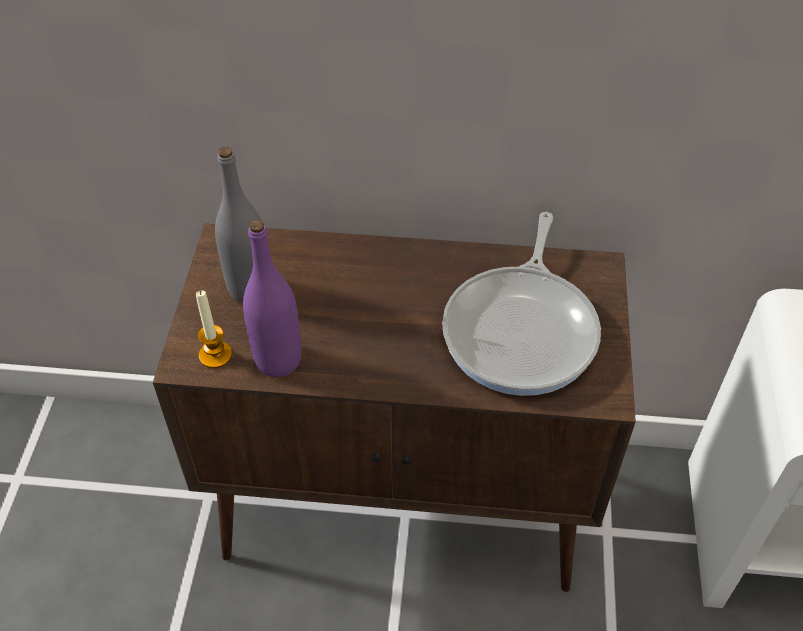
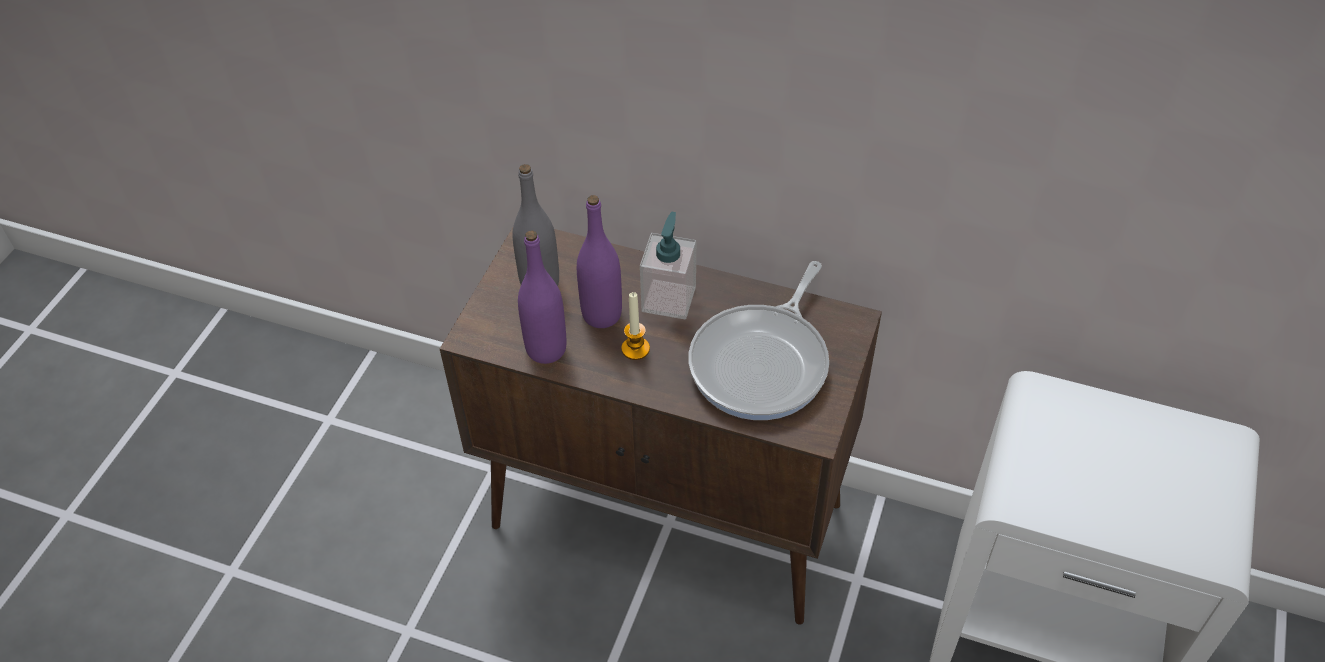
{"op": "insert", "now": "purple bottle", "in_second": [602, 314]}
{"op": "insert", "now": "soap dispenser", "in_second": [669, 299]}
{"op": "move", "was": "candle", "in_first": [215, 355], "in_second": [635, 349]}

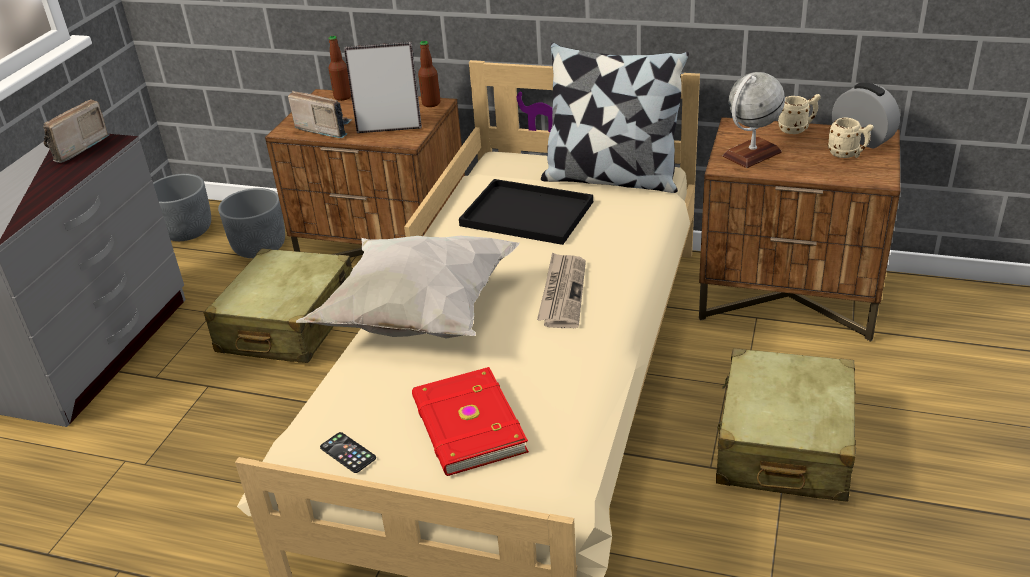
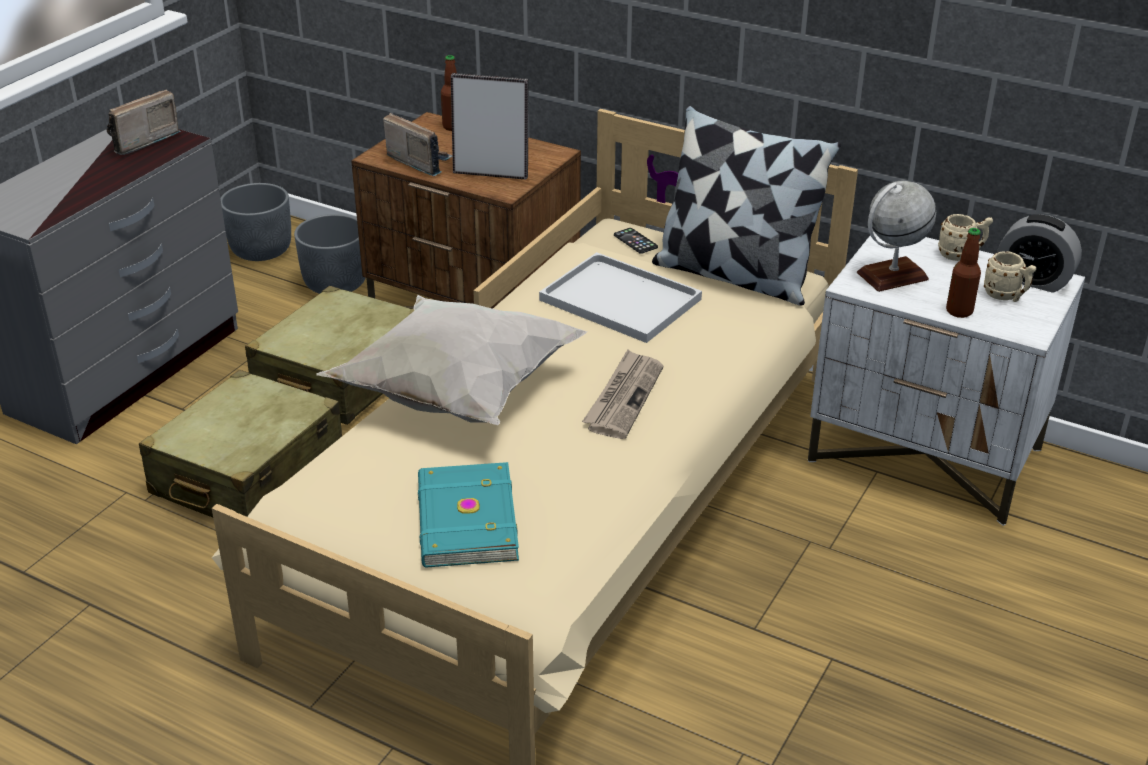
{"op": "move", "was": "phone", "in_first": [348, 453], "in_second": [635, 241]}
{"op": "move", "was": "bottle", "in_first": [431, 103], "in_second": [959, 311]}
{"op": "move", "was": "beige suitcase", "in_first": [784, 444], "in_second": [248, 473]}
{"op": "recolor", "was": "red book", "now": "turquoise book", "in_first": [466, 426], "in_second": [464, 521]}
{"op": "recolor", "was": "black tray", "now": "white tray", "in_first": [529, 213], "in_second": [623, 300]}
{"op": "recolor", "was": "brown nightstand", "now": "white nightstand", "in_first": [789, 297], "in_second": [926, 455]}
{"op": "rotate", "was": "alarm clock", "in_first": [862, 139], "in_second": [1033, 280], "clockwise": 150}

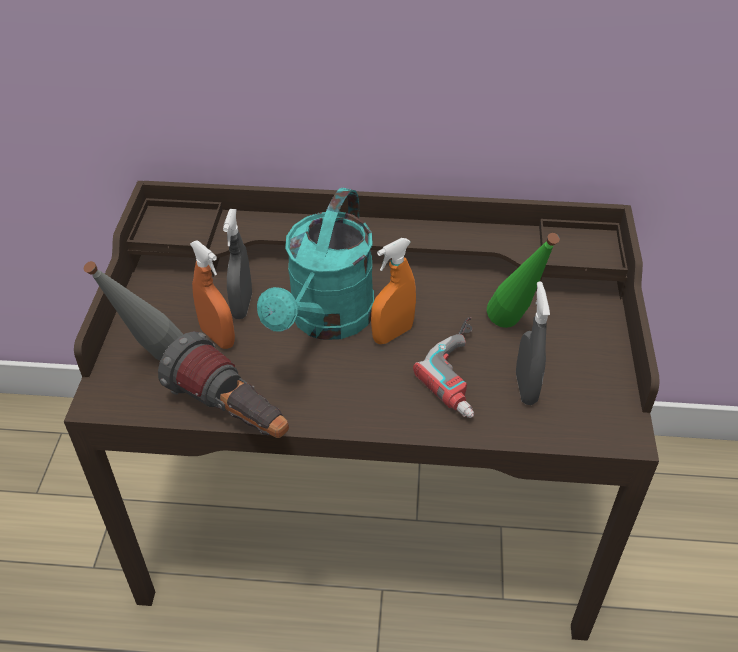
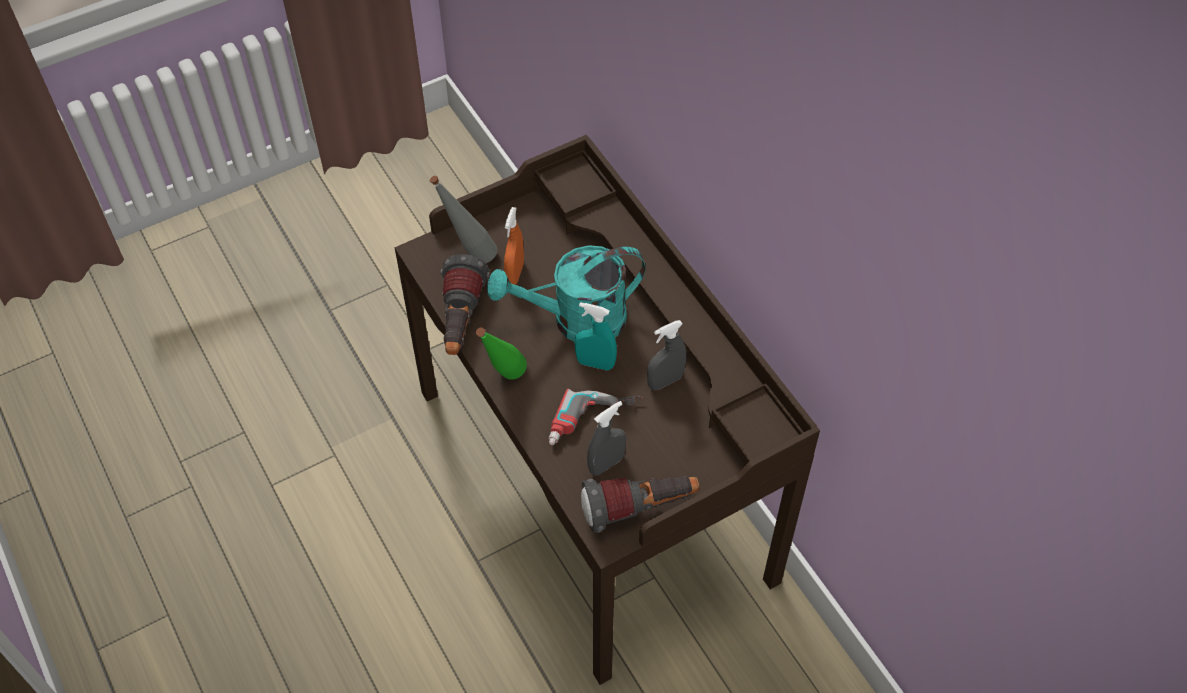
{"op": "insert", "now": "flashlight", "in_second": [639, 509]}
{"op": "move", "was": "grey spray bottle", "in_first": [242, 306], "in_second": [665, 381]}
{"op": "move", "was": "green bottle", "in_first": [513, 330], "in_second": [503, 381]}
{"op": "recolor", "was": "orange spray bottle", "now": "turquoise spray bottle", "in_first": [392, 334], "in_second": [595, 363]}

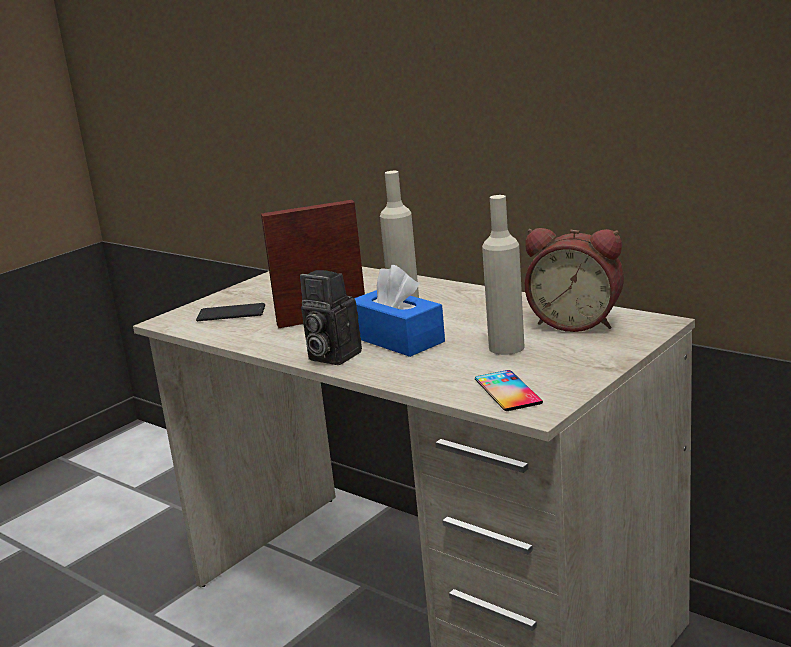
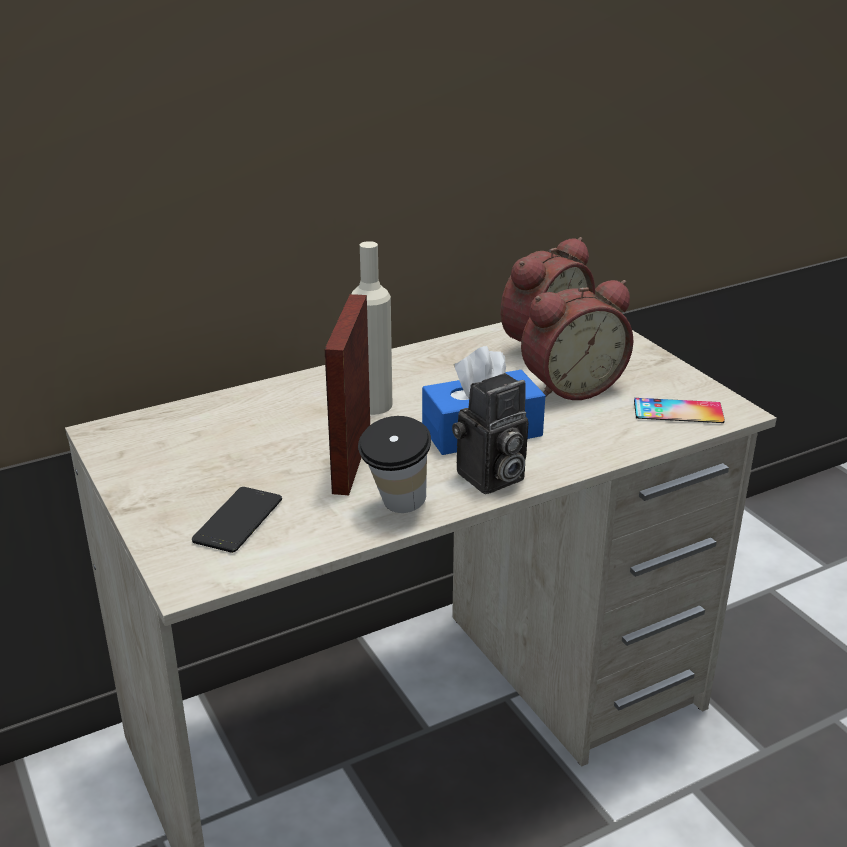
{"op": "insert", "now": "cup", "in_second": [396, 509]}
{"op": "replace", "was": "beige bottle", "now": "alarm clock", "in_first": [506, 347], "in_second": [570, 386]}

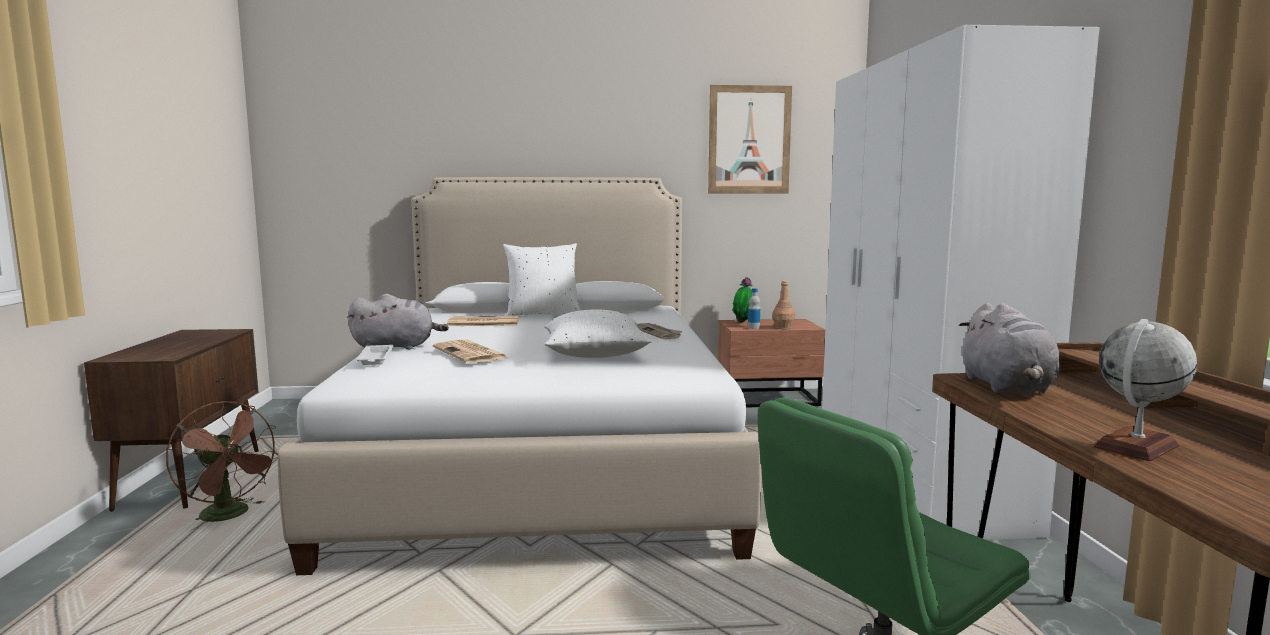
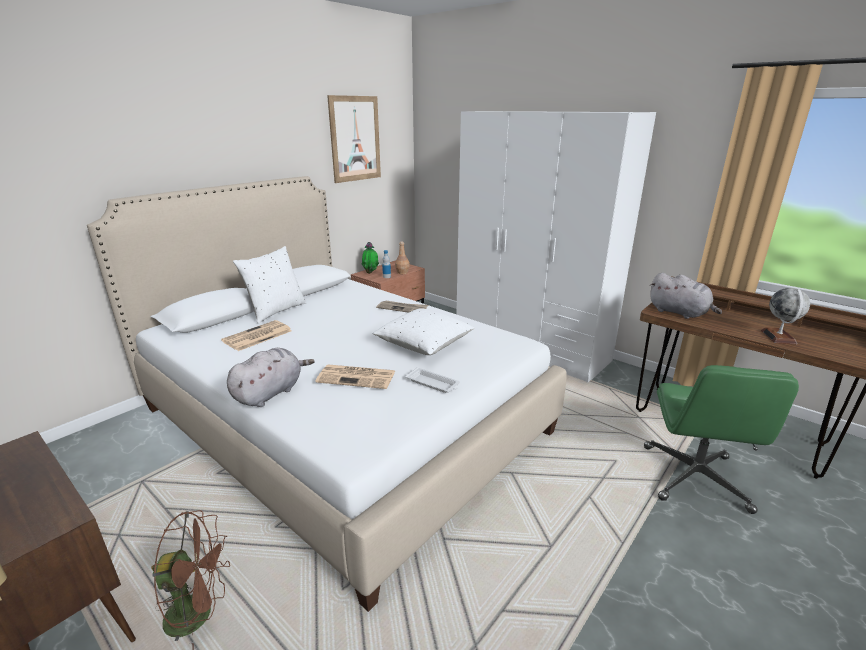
{"op": "move", "was": "white tray", "in_first": [375, 359], "in_second": [433, 384]}

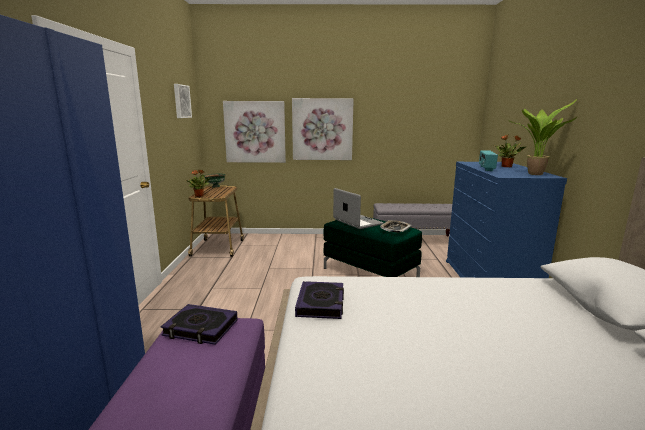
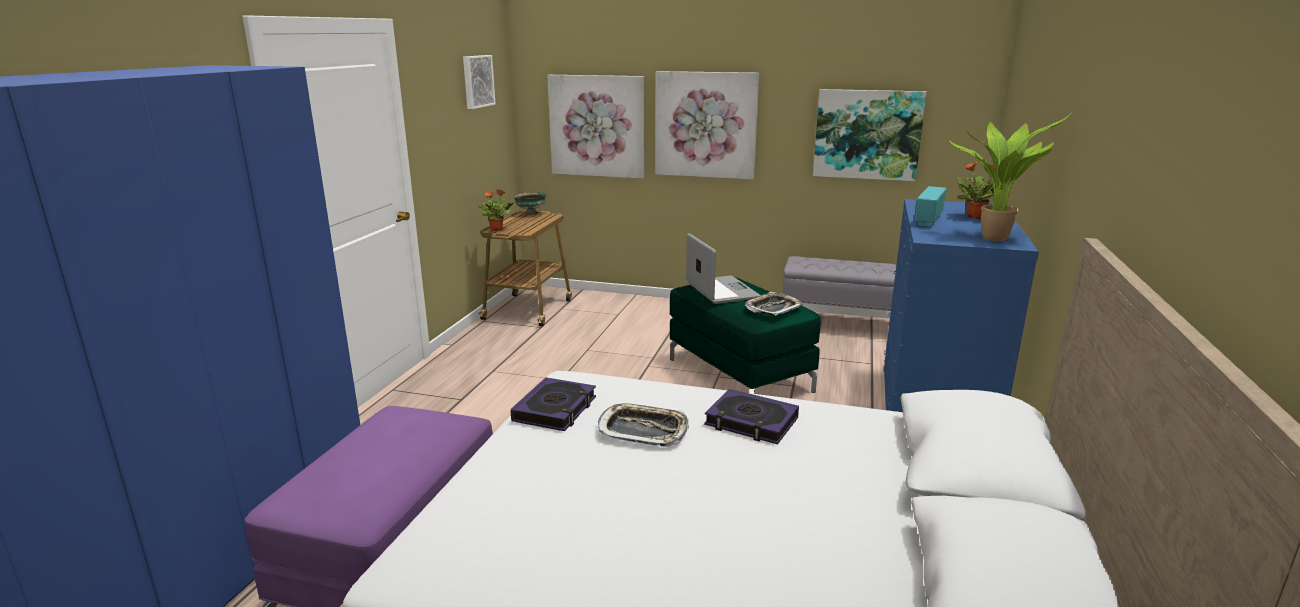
{"op": "insert", "now": "tray", "in_second": [643, 430]}
{"op": "insert", "now": "picture", "in_second": [867, 134]}
{"op": "move", "was": "book", "in_first": [200, 328], "in_second": [751, 422]}

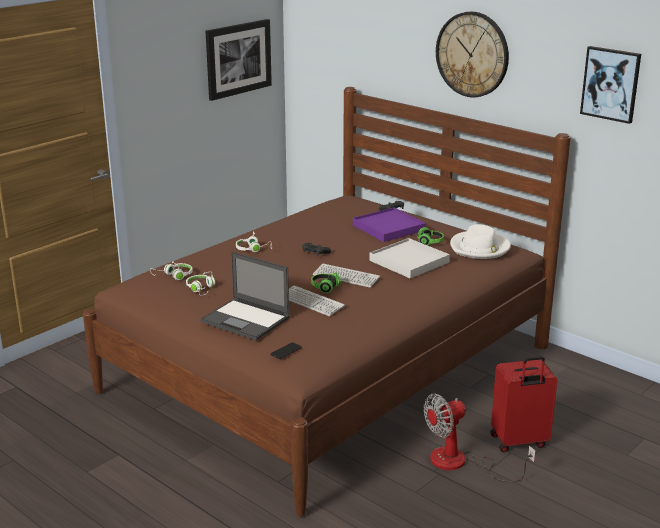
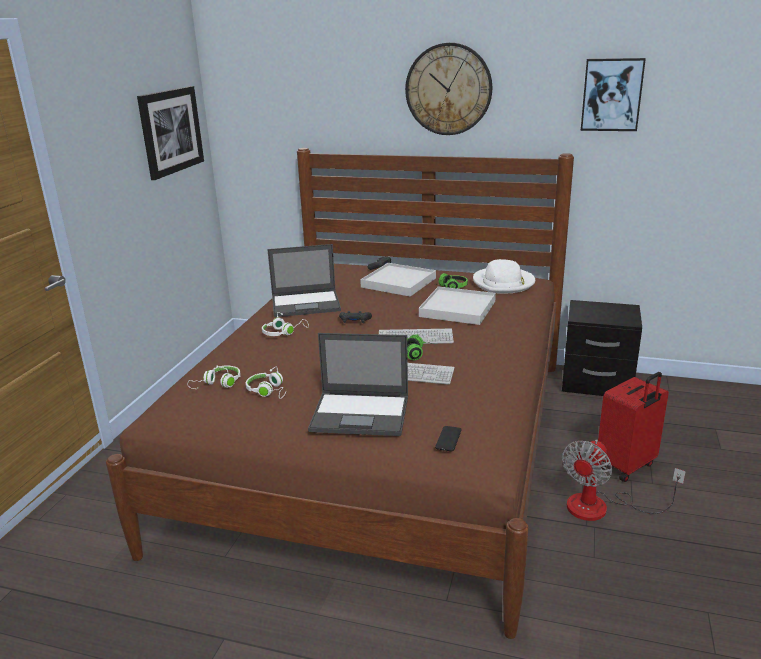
{"op": "insert", "now": "laptop", "in_second": [306, 304]}
{"op": "insert", "now": "black nightstand", "in_second": [596, 384]}
{"op": "recolor", "was": "purple tray", "now": "white tray", "in_first": [388, 228], "in_second": [398, 283]}

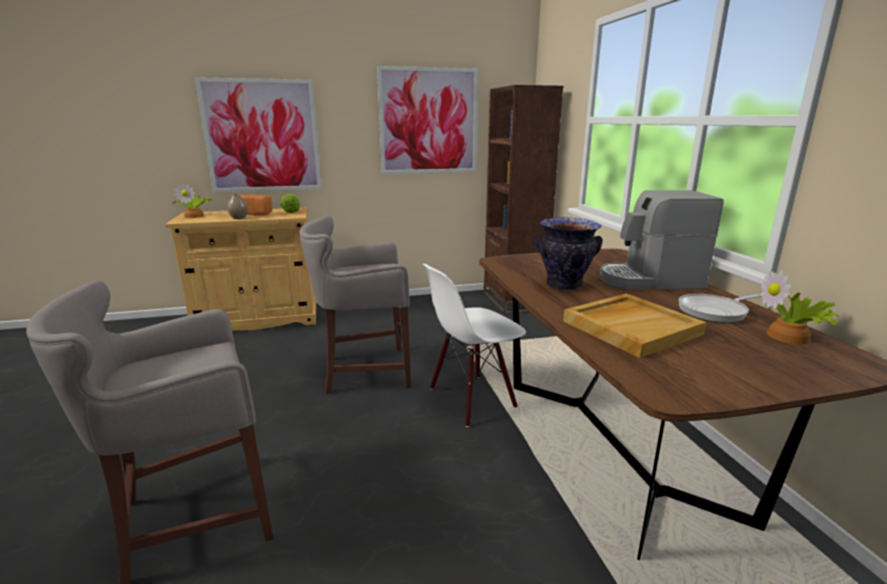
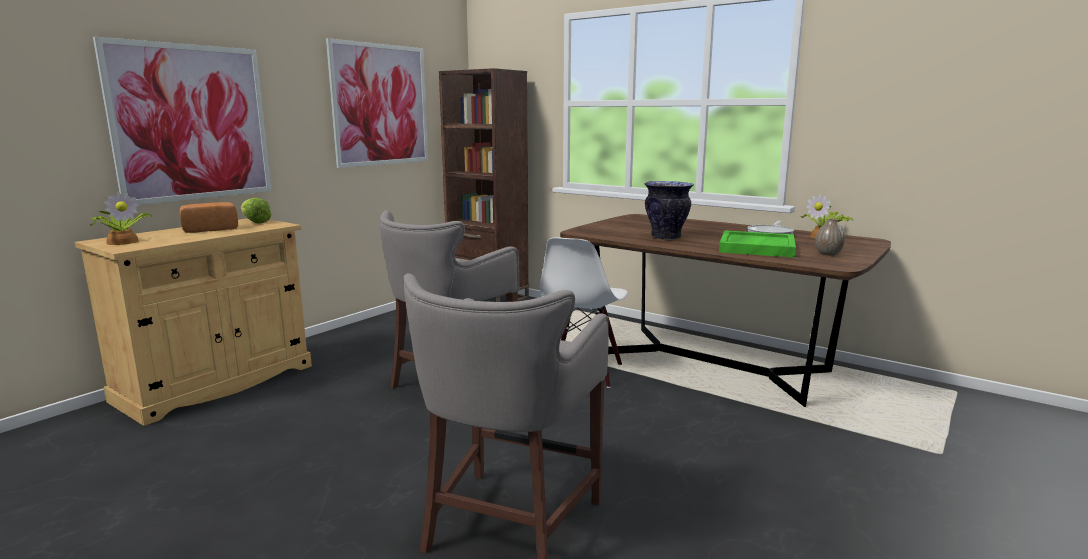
{"op": "delete", "was": "coffee machine", "in_first": [649, 280]}
{"op": "move", "was": "vase", "in_first": [239, 218], "in_second": [828, 254]}
{"op": "recolor", "was": "beige tray", "now": "green tray", "in_first": [631, 327], "in_second": [756, 247]}

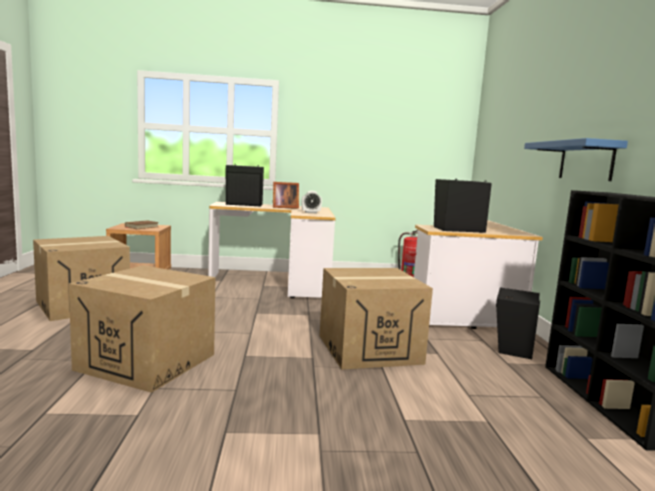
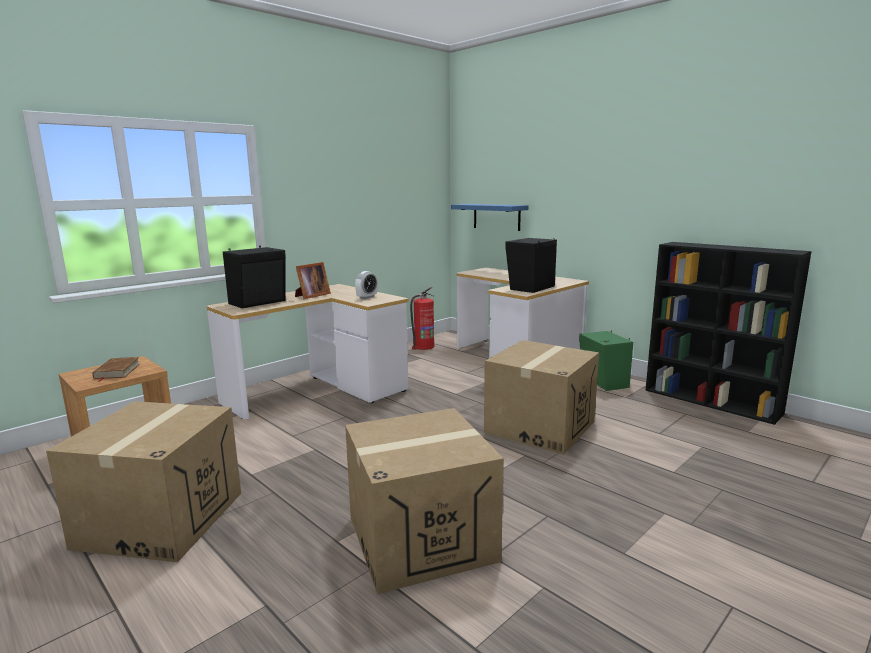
{"op": "move", "was": "blue shelf", "in_first": [586, 161], "in_second": [496, 216]}
{"op": "recolor", "was": "black speaker", "now": "green speaker", "in_first": [512, 347], "in_second": [603, 382]}

